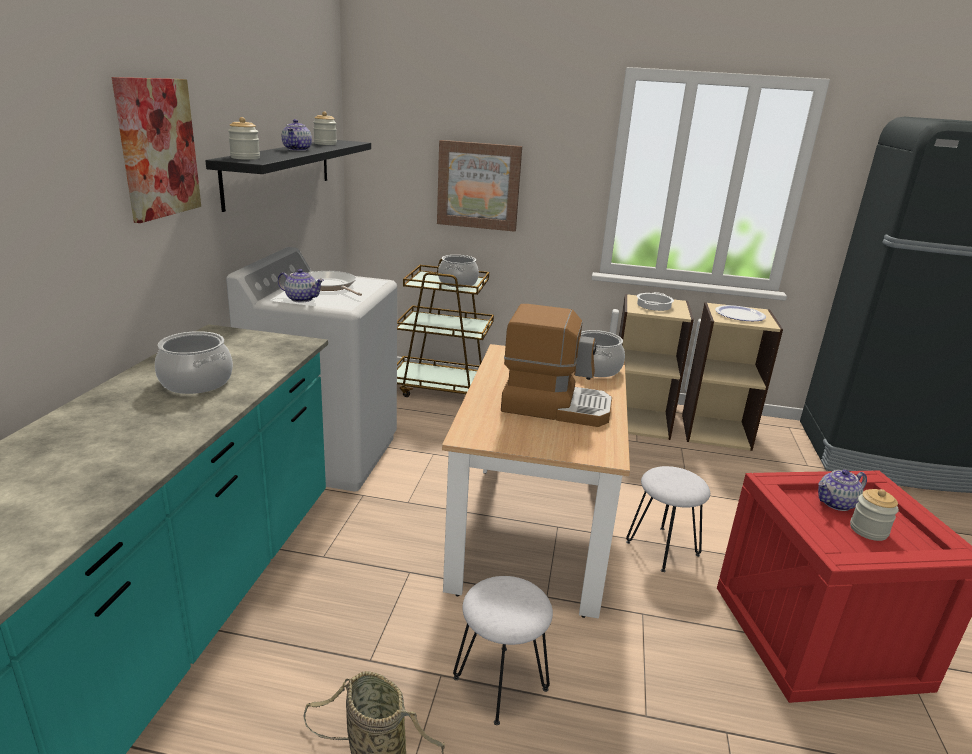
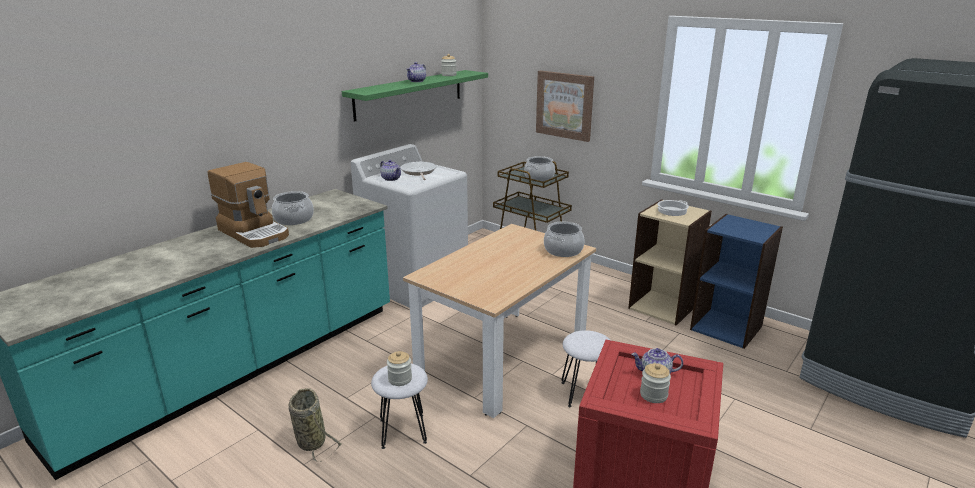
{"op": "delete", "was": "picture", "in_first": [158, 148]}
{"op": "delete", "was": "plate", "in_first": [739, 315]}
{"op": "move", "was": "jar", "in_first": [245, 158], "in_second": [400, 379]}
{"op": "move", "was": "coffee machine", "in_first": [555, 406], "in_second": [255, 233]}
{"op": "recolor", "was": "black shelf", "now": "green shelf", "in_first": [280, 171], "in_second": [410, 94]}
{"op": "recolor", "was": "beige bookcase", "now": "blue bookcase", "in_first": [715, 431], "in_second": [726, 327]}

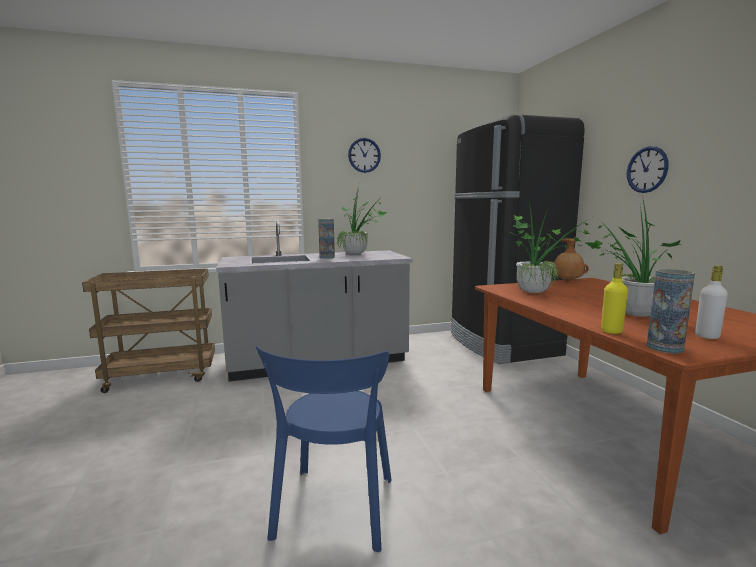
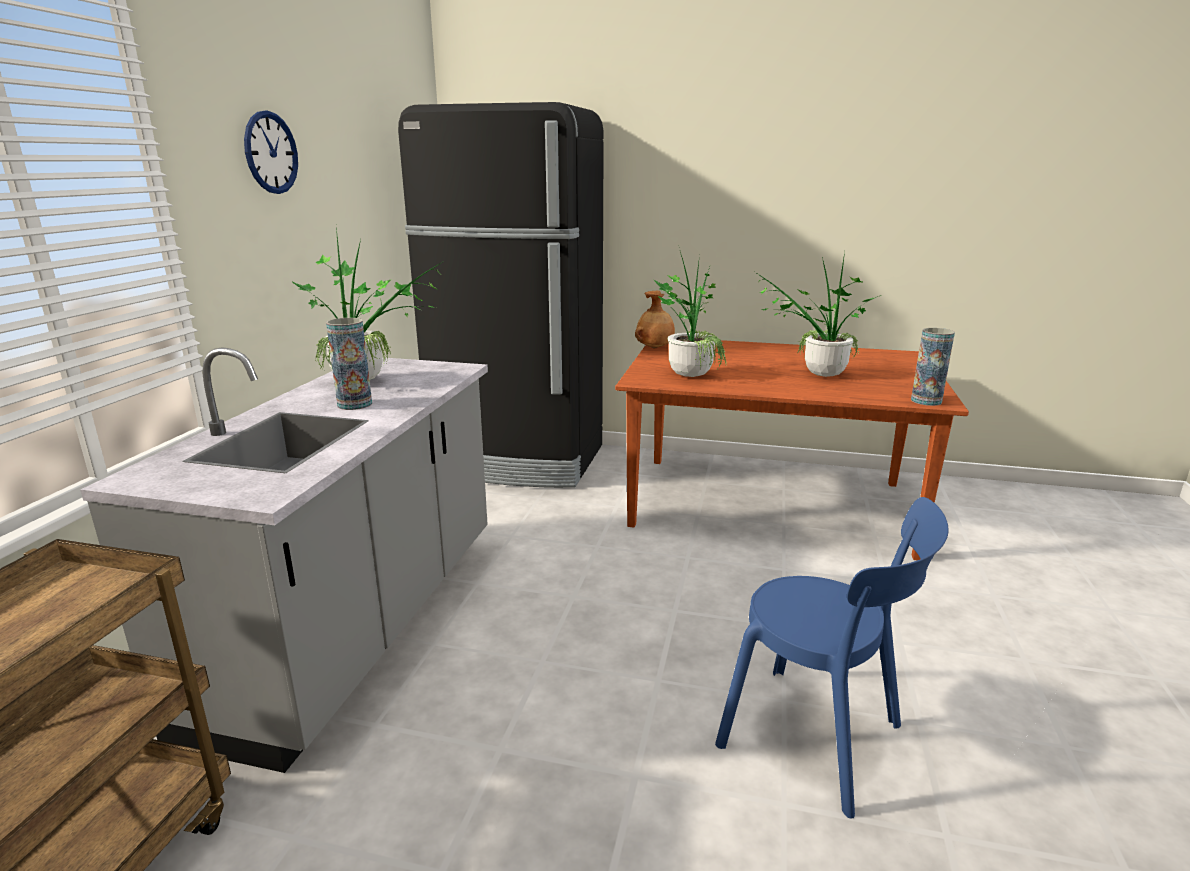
{"op": "delete", "was": "yellow bottle", "in_first": [611, 331]}
{"op": "delete", "was": "wall clock", "in_first": [647, 169]}
{"op": "delete", "was": "white bottle", "in_first": [707, 336]}

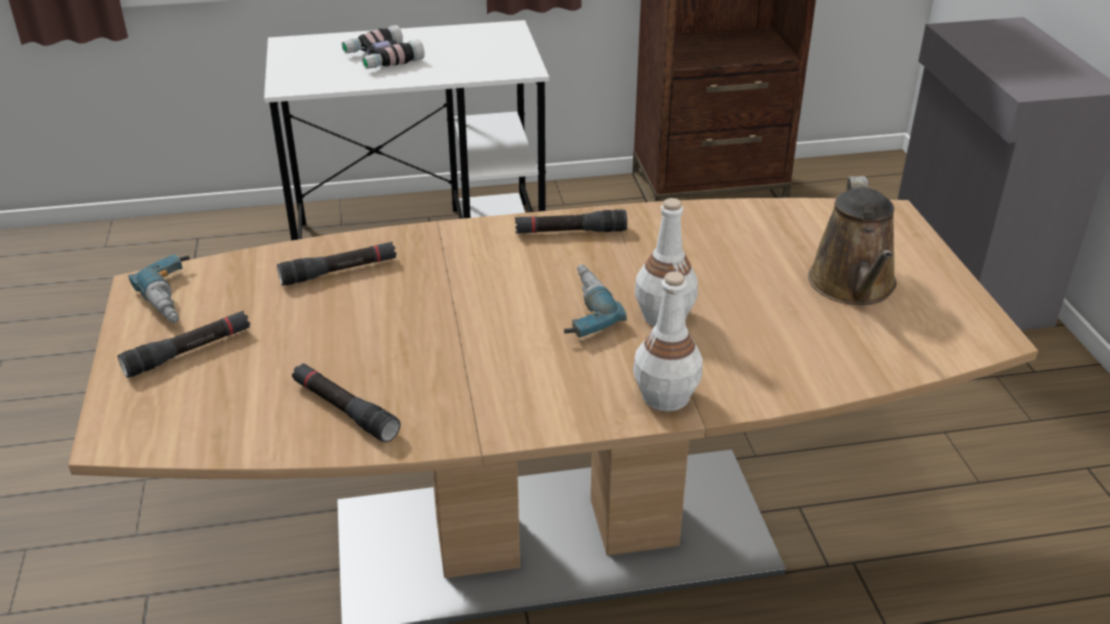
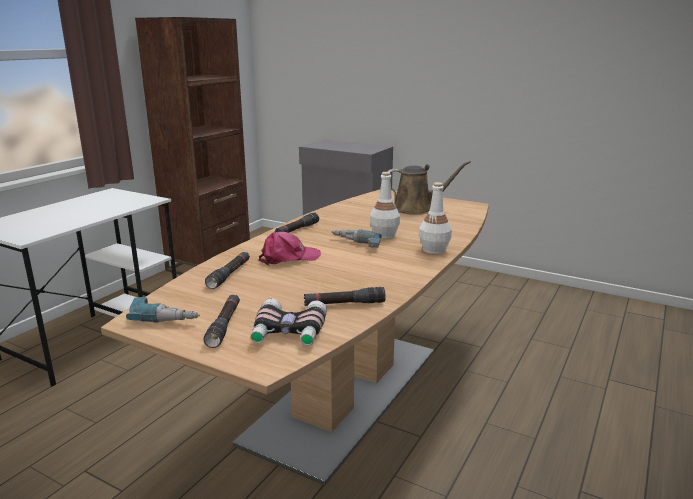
{"op": "insert", "now": "pink cap", "in_second": [288, 258]}
{"op": "move", "was": "binoculars", "in_first": [381, 58], "in_second": [288, 333]}
{"op": "rotate", "was": "brown watering can", "in_first": [853, 286], "in_second": [417, 209], "clockwise": -45}

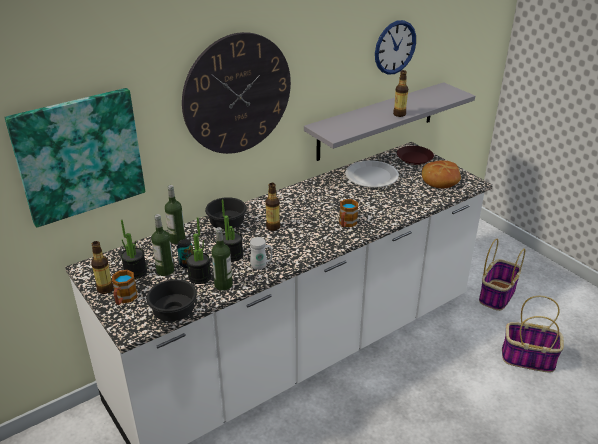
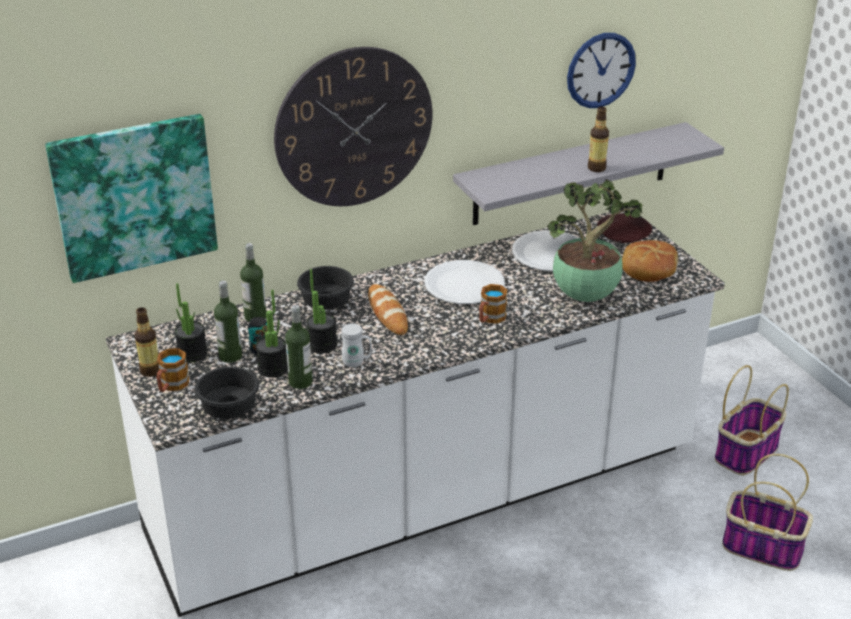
{"op": "insert", "now": "white plate", "in_second": [464, 284]}
{"op": "insert", "now": "potted plant", "in_second": [587, 296]}
{"op": "replace", "was": "bottle", "now": "bread", "in_first": [273, 227], "in_second": [387, 313]}

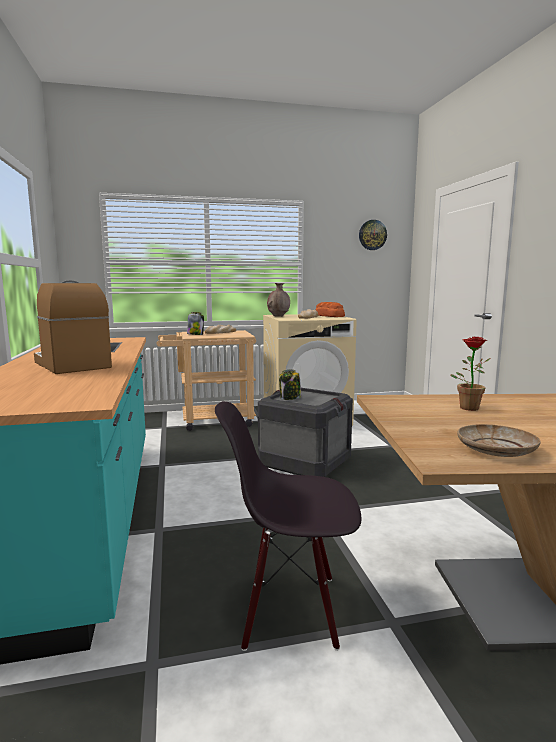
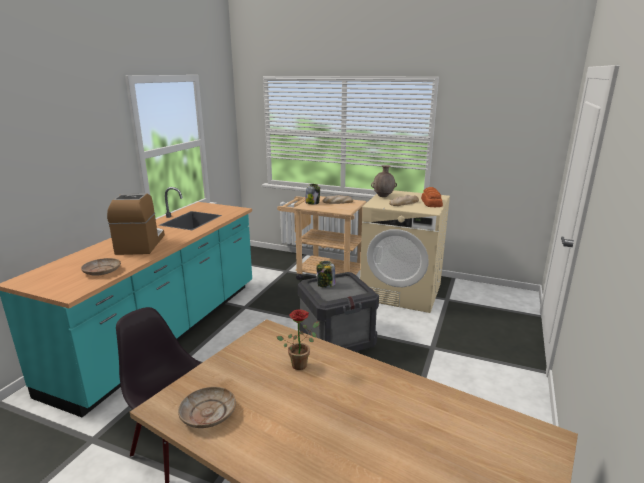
{"op": "delete", "was": "wall clock", "in_first": [372, 235]}
{"op": "insert", "now": "beige plate", "in_second": [102, 271]}

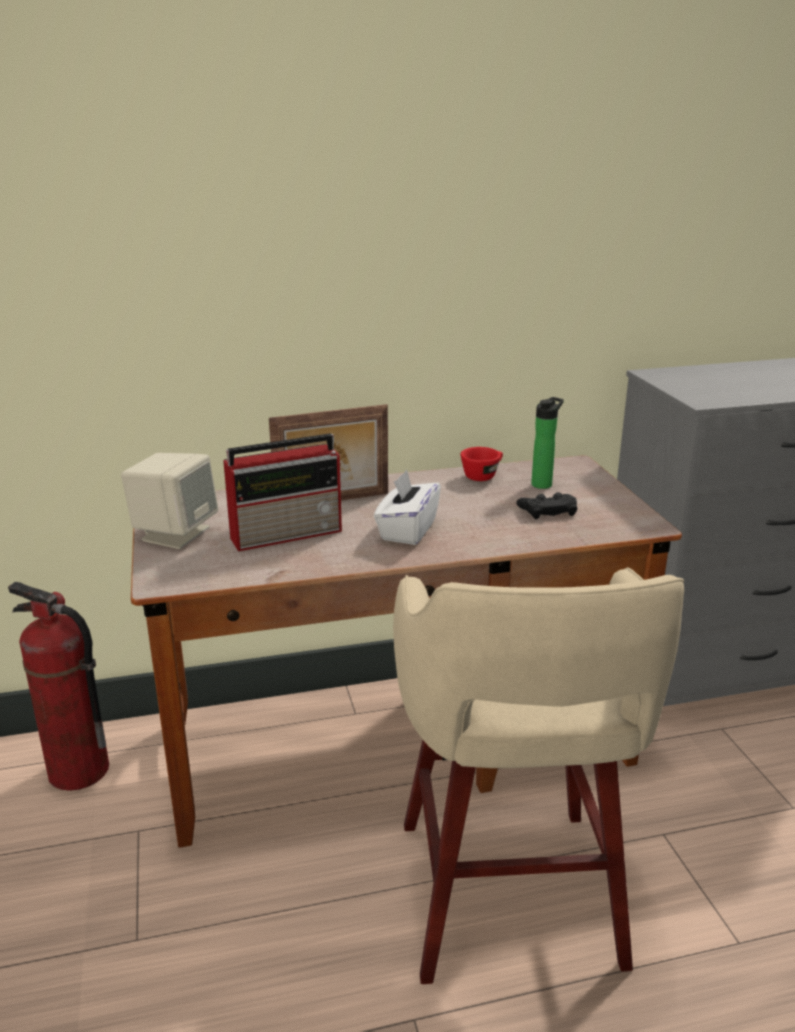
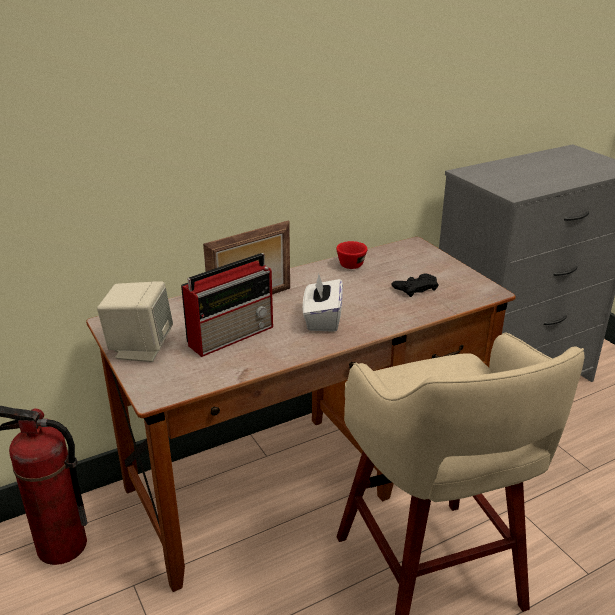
{"op": "delete", "was": "bottle", "in_first": [543, 484]}

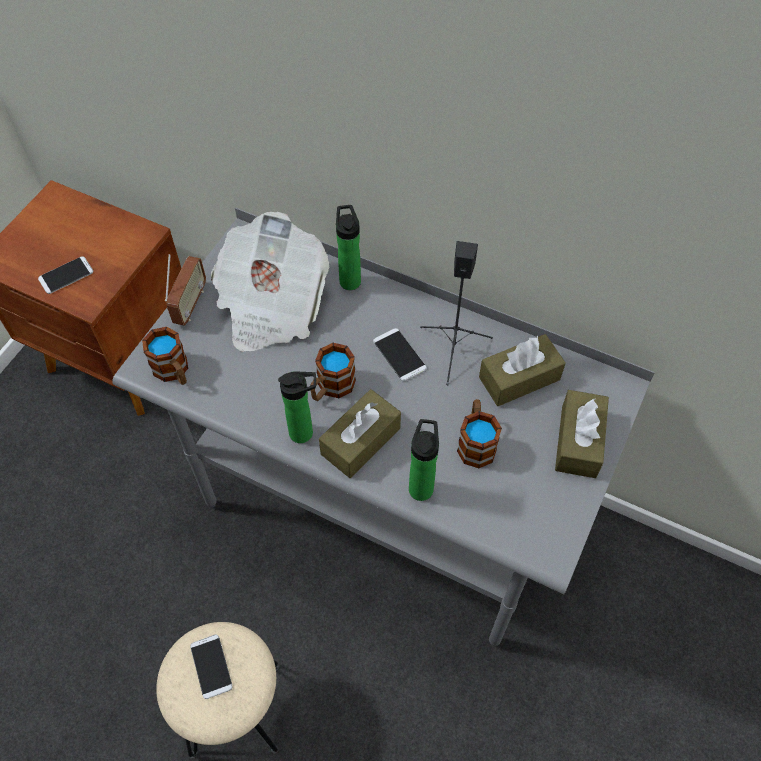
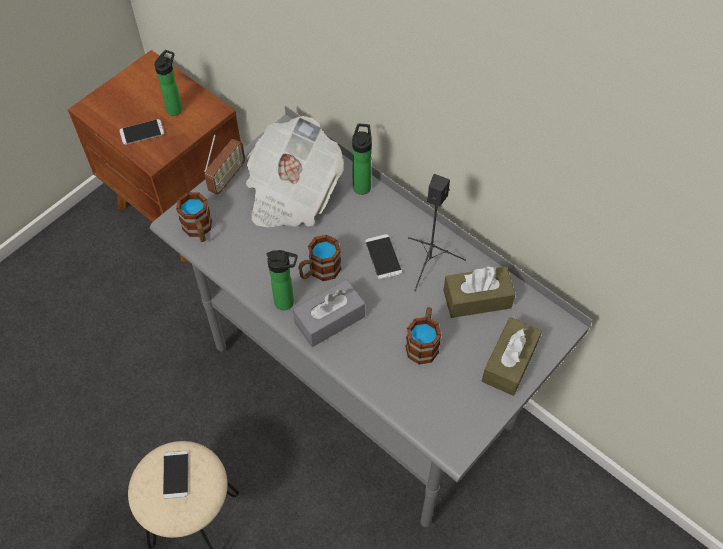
{"op": "move", "was": "bottle", "in_first": [421, 486], "in_second": [176, 107]}
{"op": "recolor", "was": "brown tissue box", "now": "grey tissue box", "in_first": [360, 441], "in_second": [329, 319]}

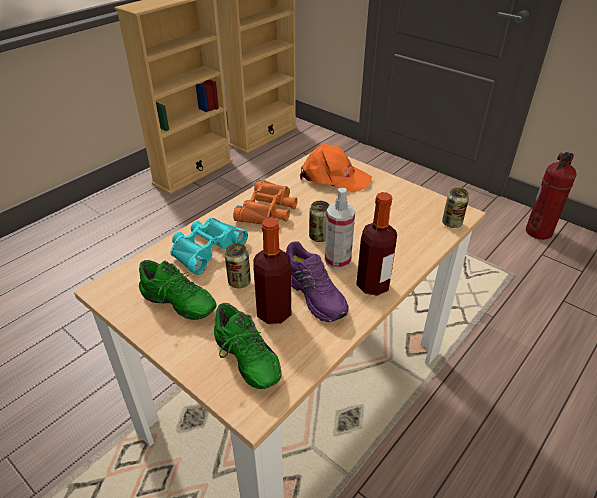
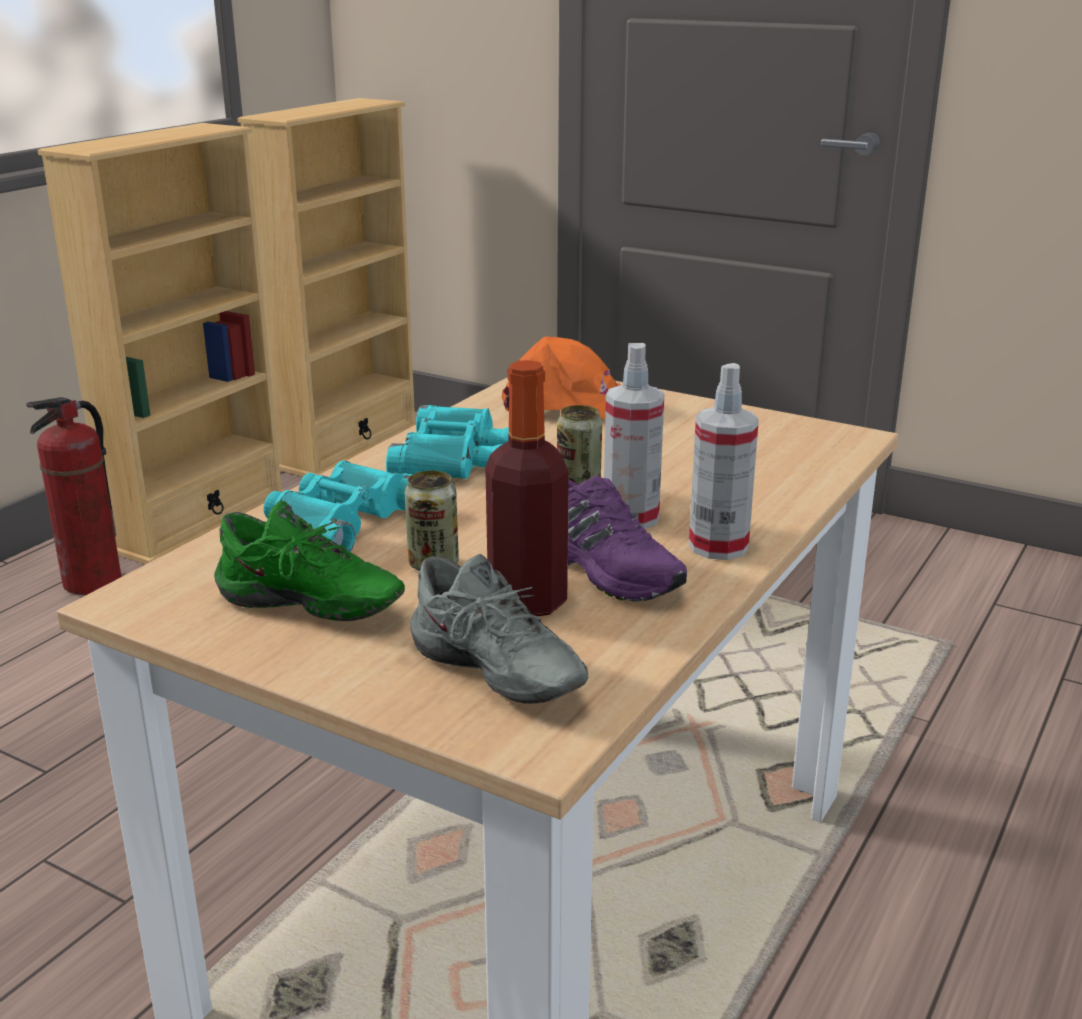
{"op": "delete", "was": "can", "in_first": [452, 223]}
{"op": "move", "was": "fire extinguisher", "in_first": [539, 232], "in_second": [93, 583]}
{"op": "replace", "was": "bottle", "now": "spray bottle", "in_first": [373, 285], "in_second": [718, 546]}
{"op": "recolor", "was": "green shoe", "now": "grey shoe", "in_first": [244, 361], "in_second": [490, 677]}
{"op": "recolor", "was": "orange binoculars", "now": "turquoise binoculars", "in_first": [268, 209], "in_second": [454, 458]}

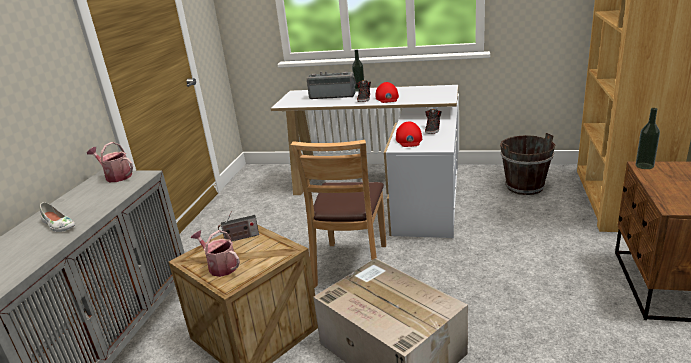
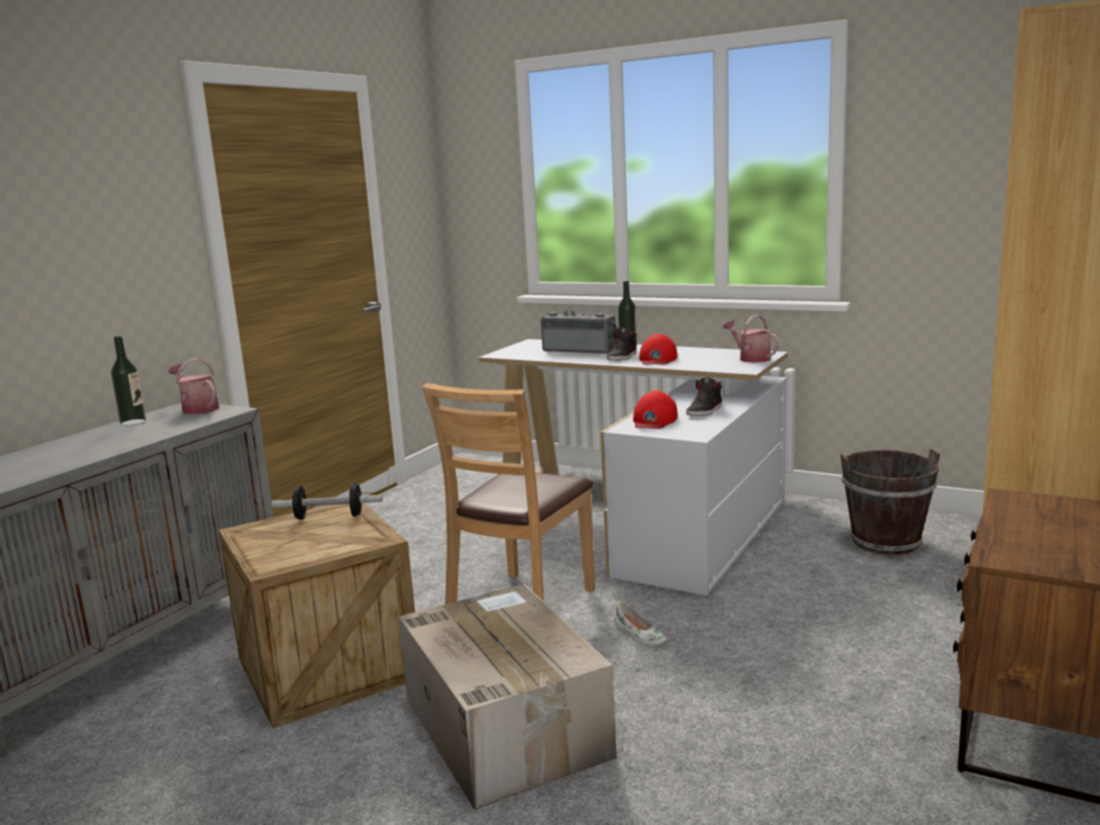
{"op": "move", "was": "white shoe", "in_first": [58, 225], "in_second": [639, 635]}
{"op": "move", "was": "watering can", "in_first": [220, 266], "in_second": [751, 358]}
{"op": "move", "was": "bottle", "in_first": [644, 166], "in_second": [133, 422]}
{"op": "replace", "was": "radio", "now": "dumbbell", "in_first": [240, 238], "in_second": [329, 517]}

